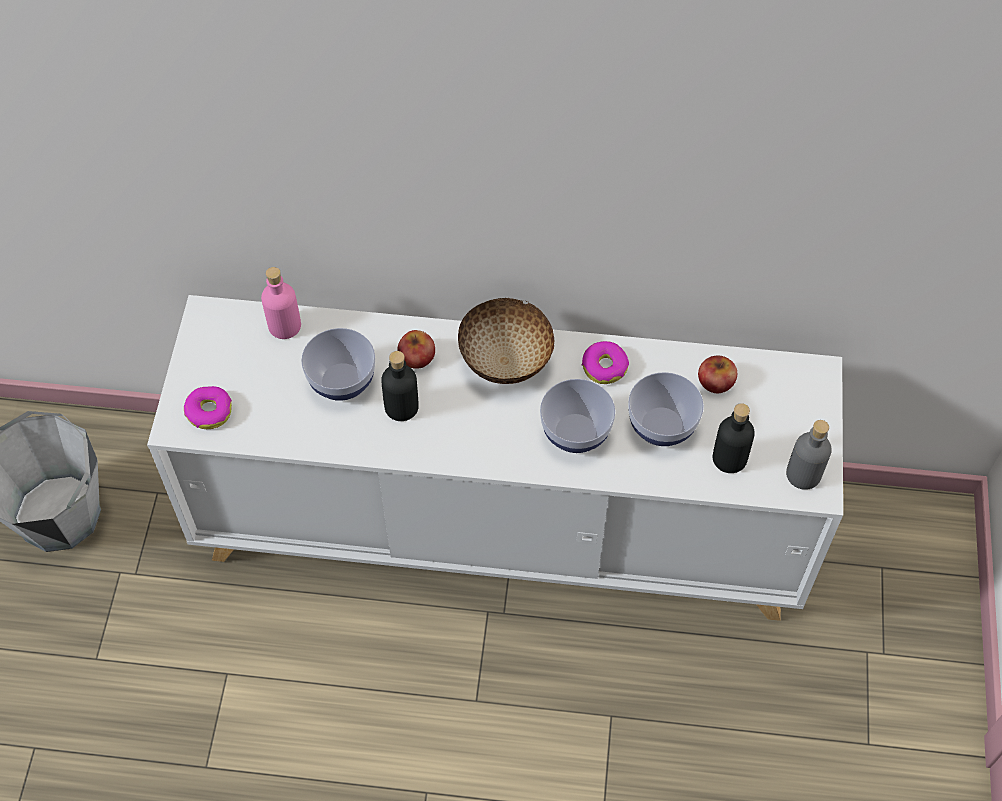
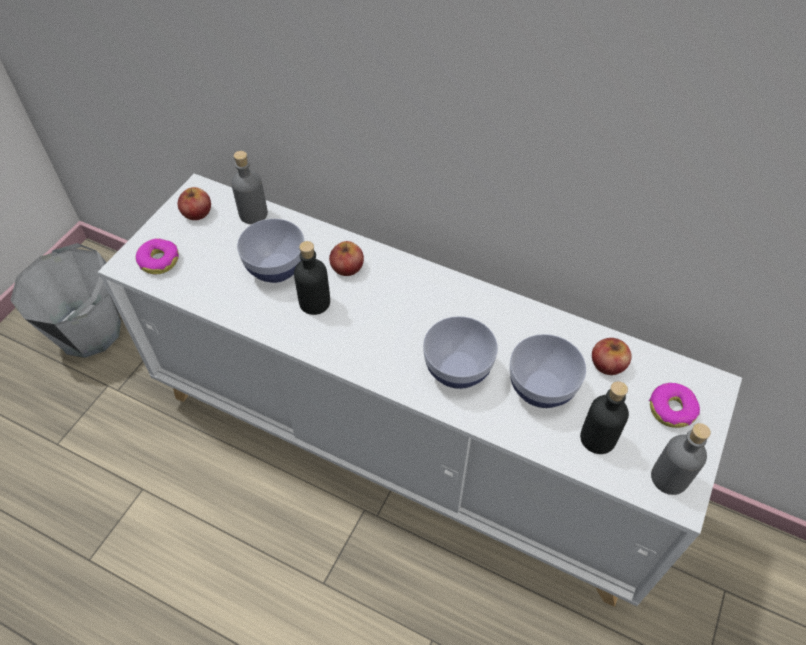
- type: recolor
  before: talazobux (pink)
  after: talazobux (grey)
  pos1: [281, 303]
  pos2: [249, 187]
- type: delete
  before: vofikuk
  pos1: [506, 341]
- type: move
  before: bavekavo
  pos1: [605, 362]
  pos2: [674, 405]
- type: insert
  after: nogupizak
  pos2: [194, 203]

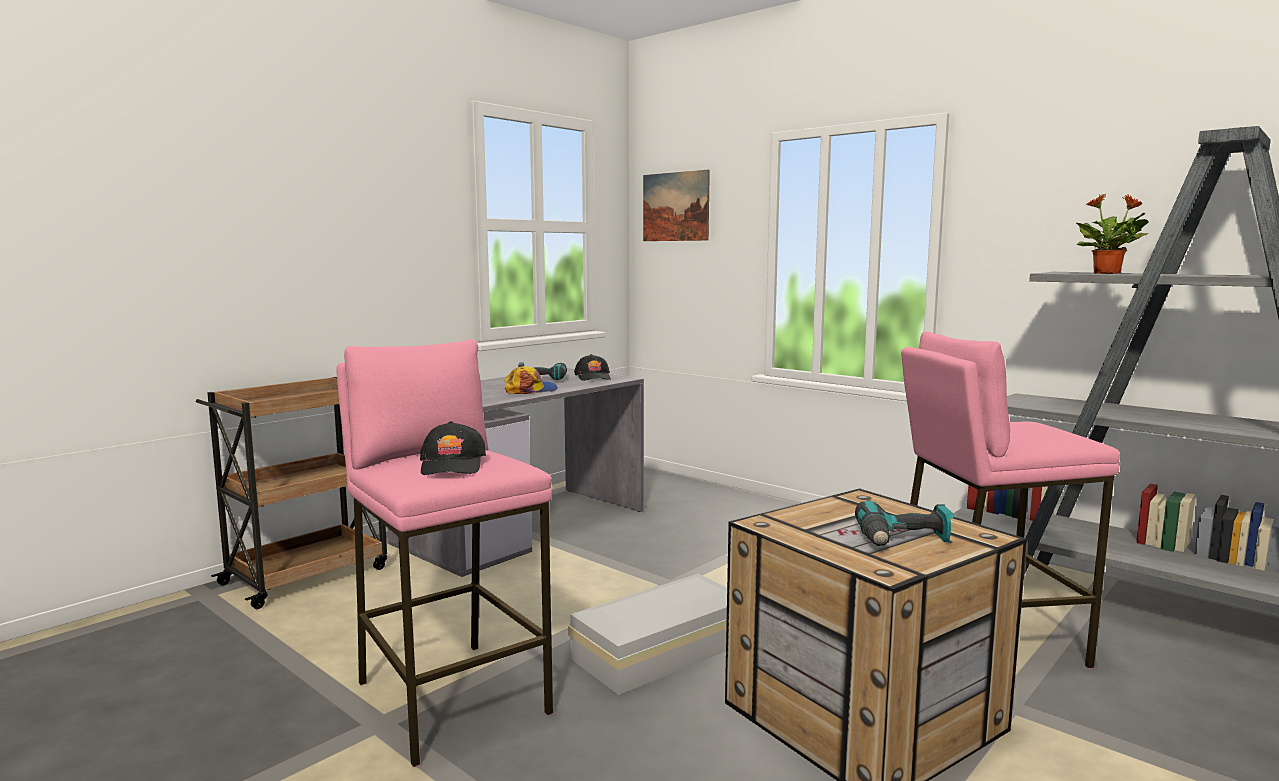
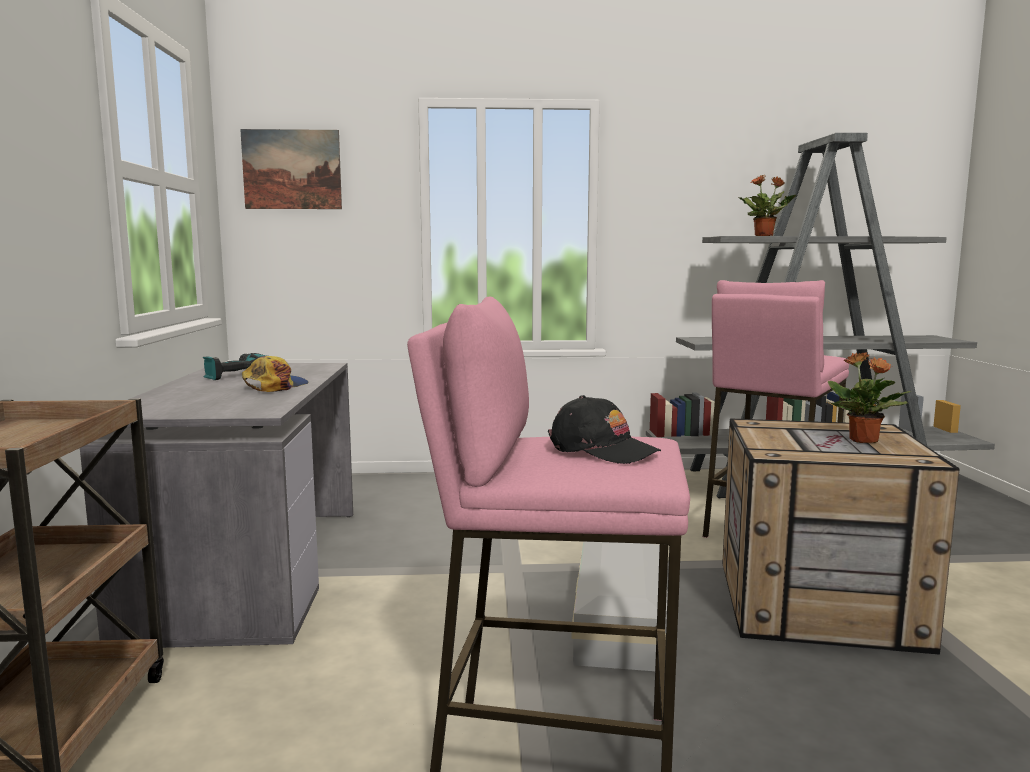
- type: delete
  before: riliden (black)
  pos1: [592, 367]
- type: replace
  before: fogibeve
  after: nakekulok
  pos1: [905, 523]
  pos2: [869, 397]

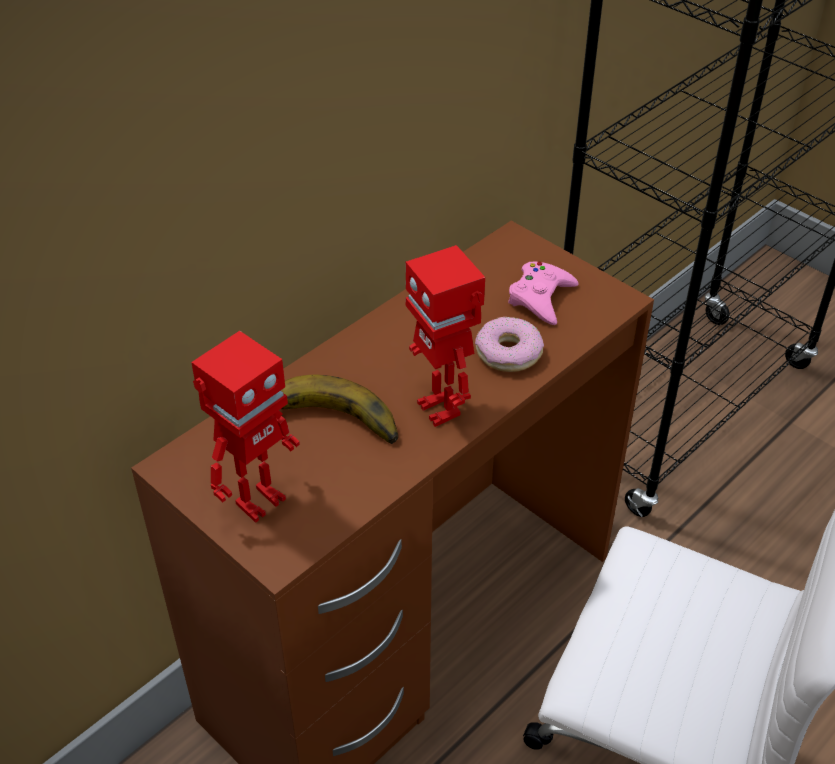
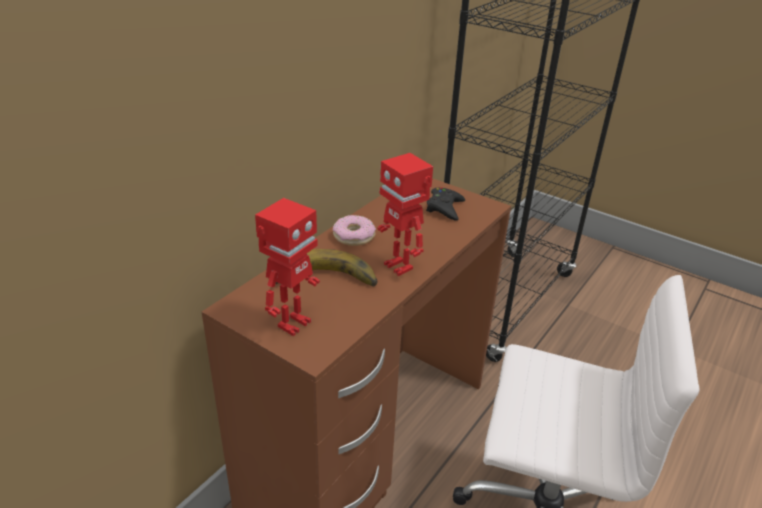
- type: recolor
  before: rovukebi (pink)
  after: rovukebi (black)
  pos1: [543, 293]
  pos2: [445, 204]
- type: move
  before: bavekavo
  pos1: [509, 344]
  pos2: [354, 230]

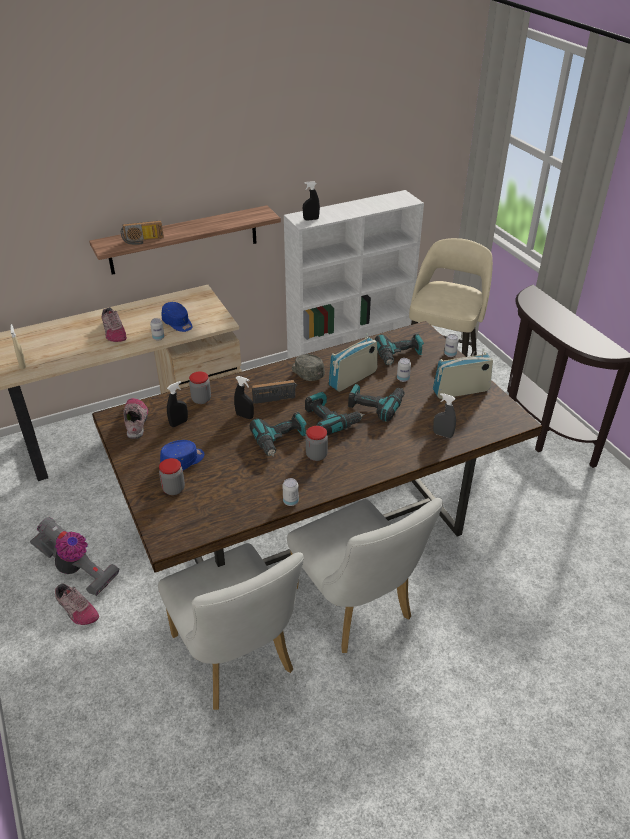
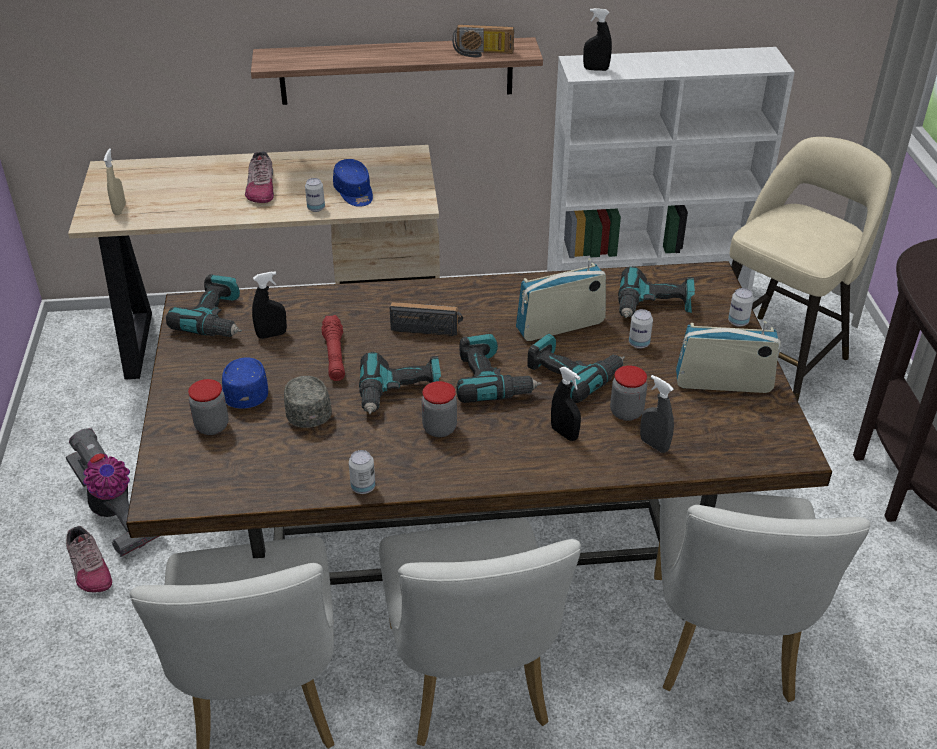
- type: move
  before: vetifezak
  pos1: [142, 232]
  pos2: [483, 40]
- type: move
  before: riliden (grey)
  pos1: [308, 367]
  pos2: [308, 402]
- type: move
  before: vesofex
  pos1: [200, 387]
  pos2: [628, 393]
- type: move
  before: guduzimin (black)
  pos1: [244, 397]
  pos2: [566, 404]
- type: replace
  before: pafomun
  after: fogibeve
  pos1: [136, 418]
  pos2: [204, 305]
- type: rotate
  before: riliden (blue)
  pos1: [182, 455]
  pos2: [245, 383]
  turn: -75
- type: insert
  after: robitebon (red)
  pos2: [333, 348]
- type: insert
  after: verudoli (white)
  pos2: [762, 597]

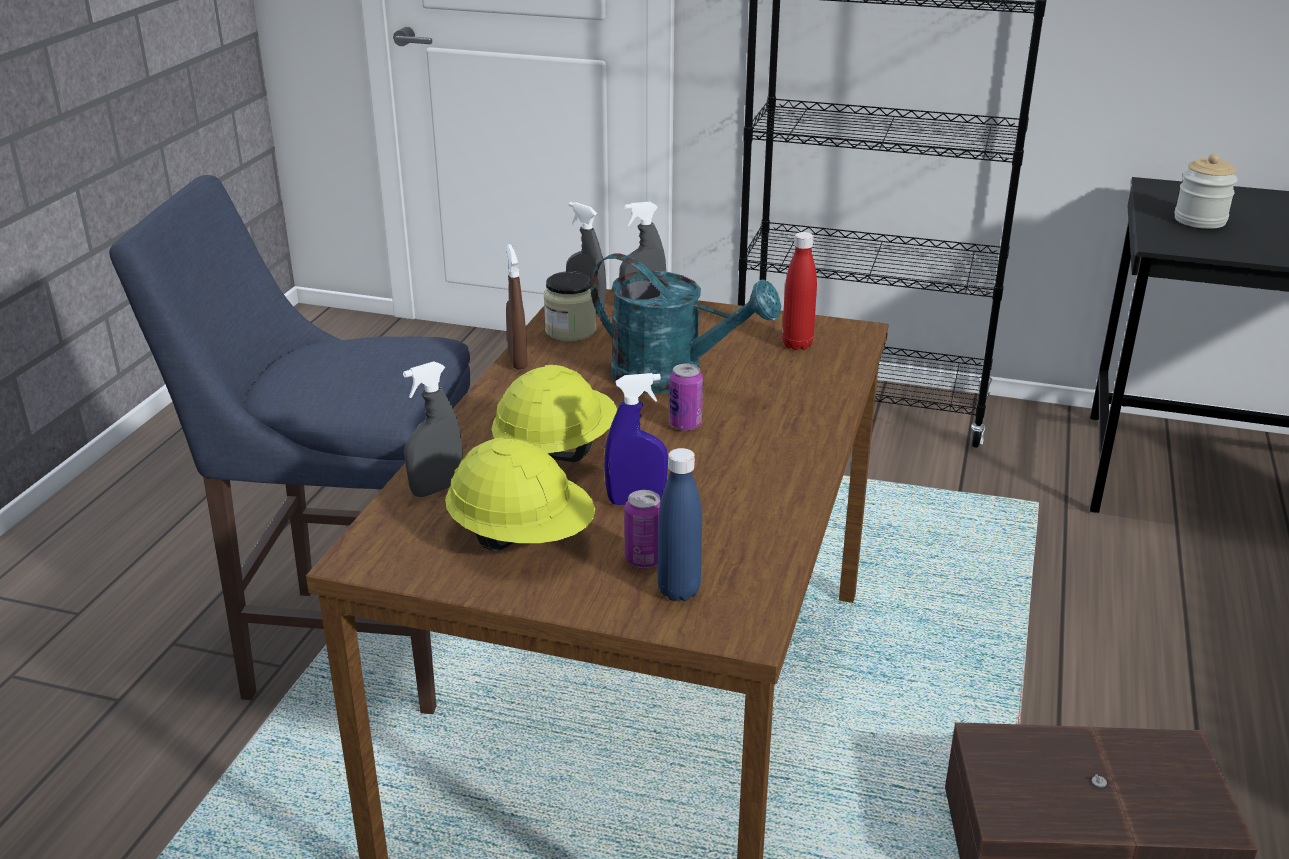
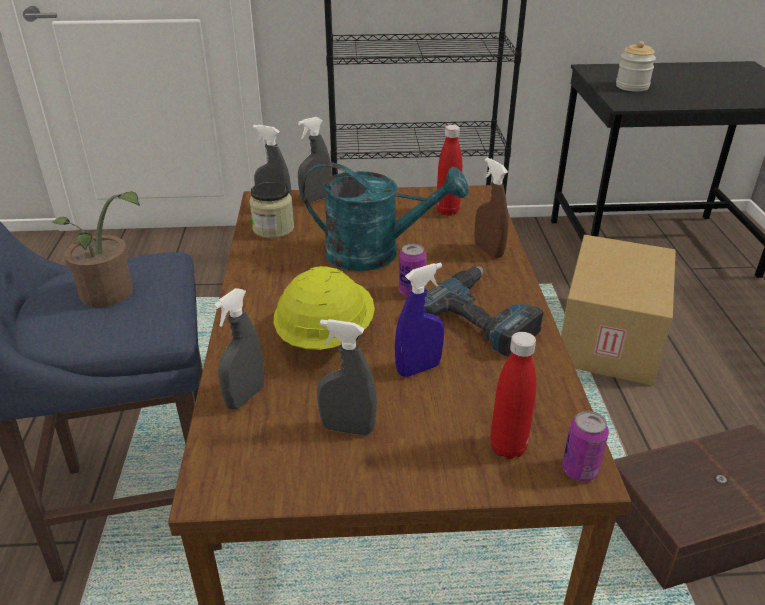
- type: move
  before: guduzimin (brown)
  pos1: [517, 307]
  pos2: [491, 208]
- type: replace
  before: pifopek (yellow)
  after: guduzimin (grey)
  pos1: [520, 494]
  pos2: [347, 377]
- type: recolor
  before: talazobux (blue)
  after: talazobux (red)
  pos1: [680, 524]
  pos2: [513, 395]
- type: move
  before: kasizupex
  pos1: [642, 529]
  pos2: [585, 446]
- type: insert
  after: nakekulok
  pos2: [96, 249]
- type: insert
  after: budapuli
  pos2: [618, 310]
- type: insert
  after: fogibeve
  pos2: [484, 311]

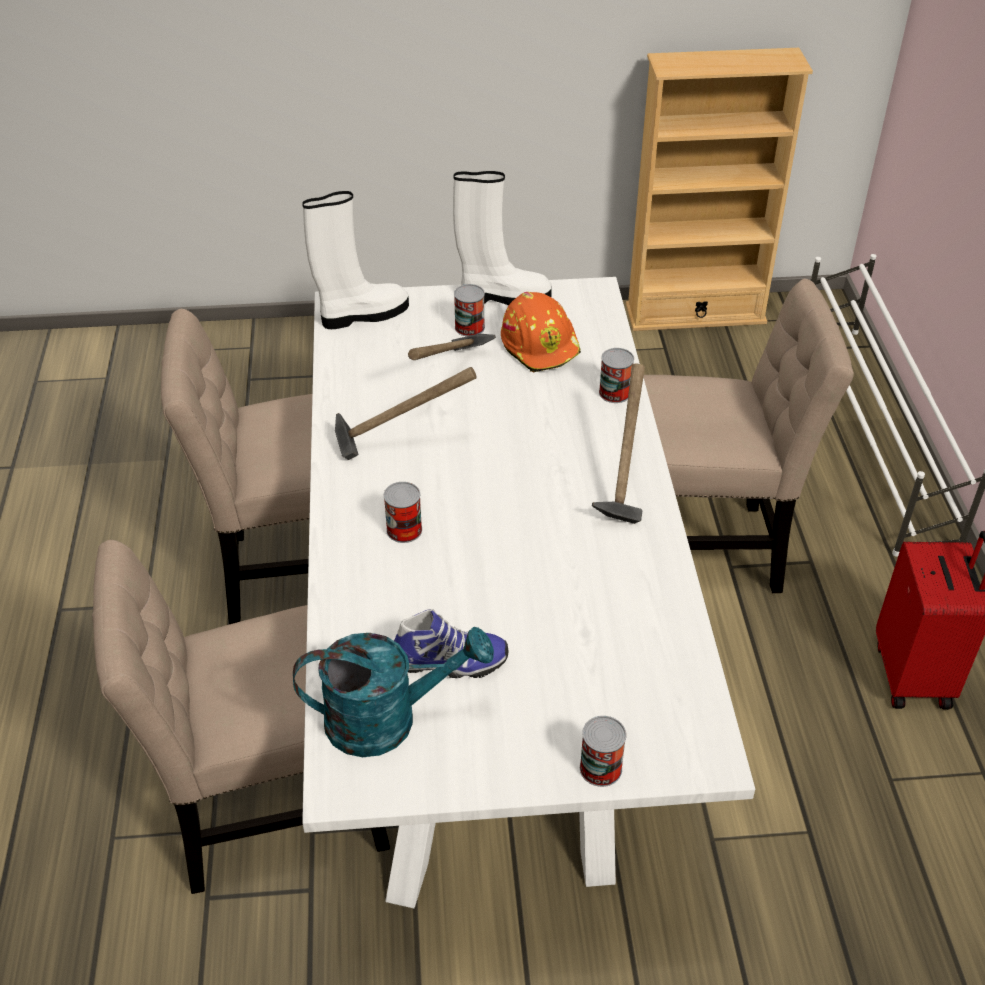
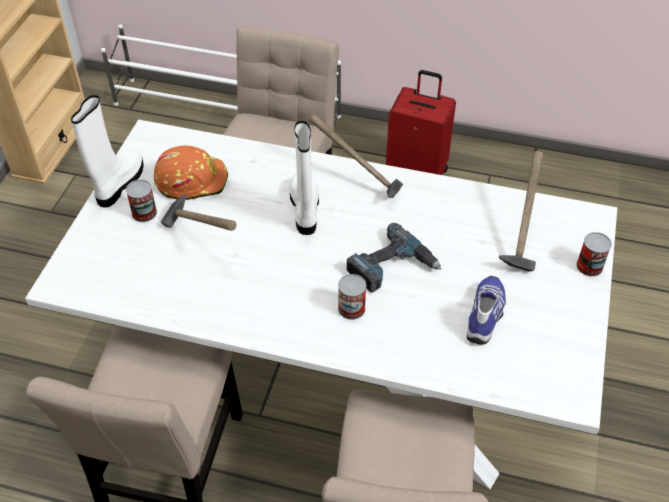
- type: move
  before: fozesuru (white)
  pos1: [355, 260]
  pos2: [304, 178]
- type: delete
  before: kasizupex
  pos1: [616, 375]
- type: move
  before: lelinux
  pos1: [406, 413]
  pos2: [521, 211]
- type: delete
  before: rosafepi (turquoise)
  pos1: [393, 692]
- type: insert
  after: fogibeve
  pos2: [394, 258]

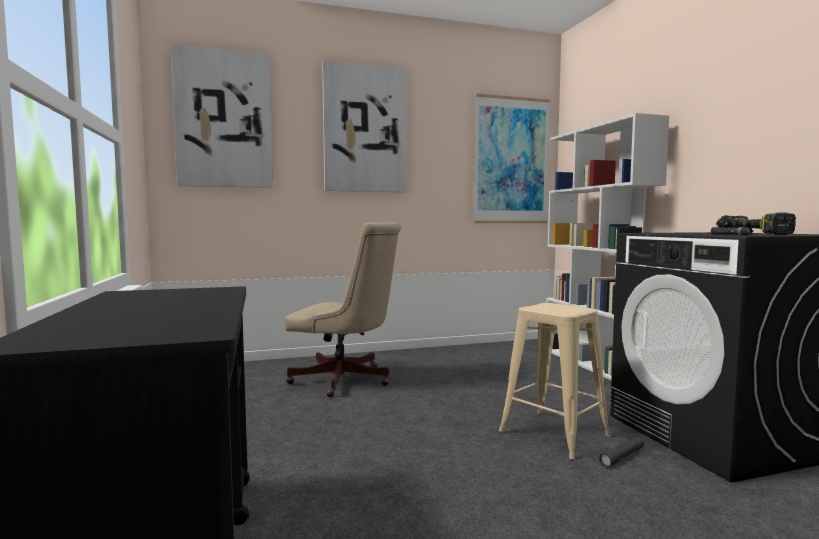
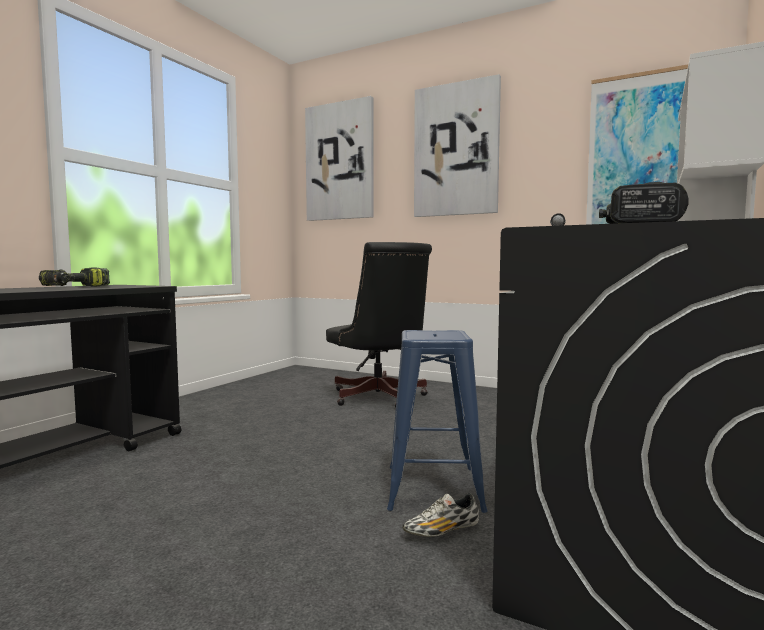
- type: recolor
  before: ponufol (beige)
  after: ponufol (black)
  pos1: [343, 309]
  pos2: [379, 325]
- type: recolor
  before: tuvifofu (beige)
  after: tuvifofu (blue)
  pos1: [555, 381]
  pos2: [437, 421]
- type: replace
  before: robitebon (grey)
  after: pafomun
  pos1: [621, 452]
  pos2: [440, 515]
- type: insert
  after: fogibeve
  pos2: [74, 277]

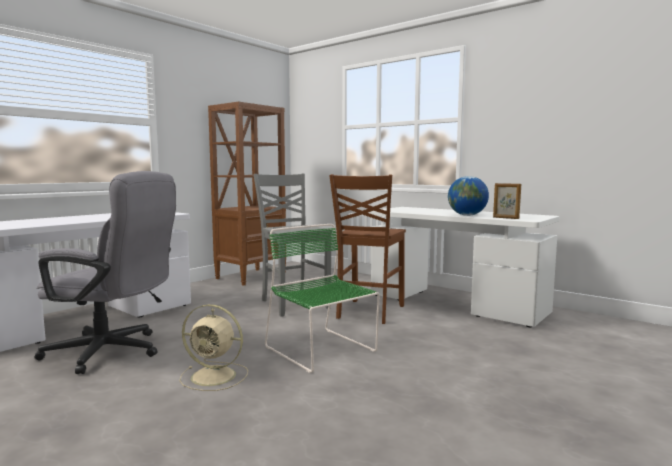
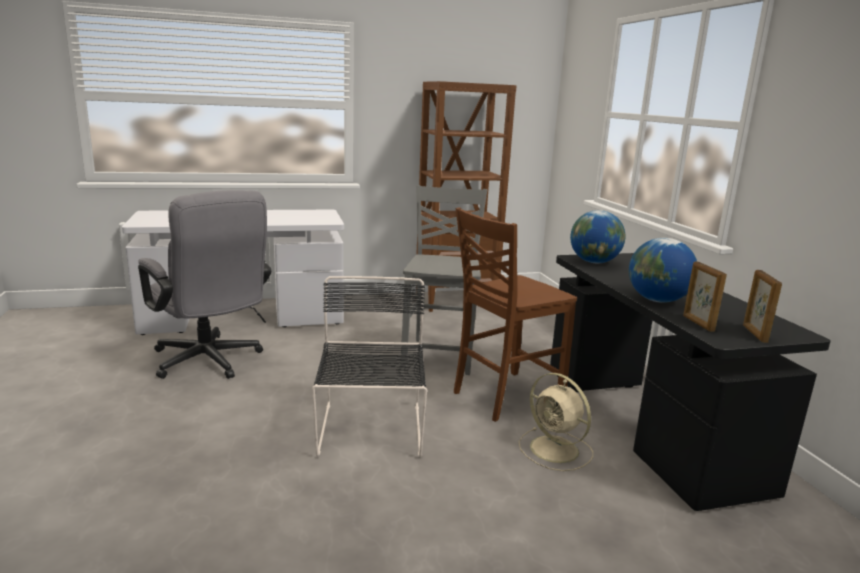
- type: recolor
  before: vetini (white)
  after: vetini (black)
  pos1: [464, 267]
  pos2: [690, 382]
- type: recolor
  before: verudoli (green)
  after: verudoli (black)
  pos1: [322, 298]
  pos2: [369, 366]
- type: move
  before: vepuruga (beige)
  pos1: [213, 347]
  pos2: [556, 422]
- type: insert
  after: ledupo
  pos2: [597, 236]
- type: insert
  after: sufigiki
  pos2: [762, 306]

